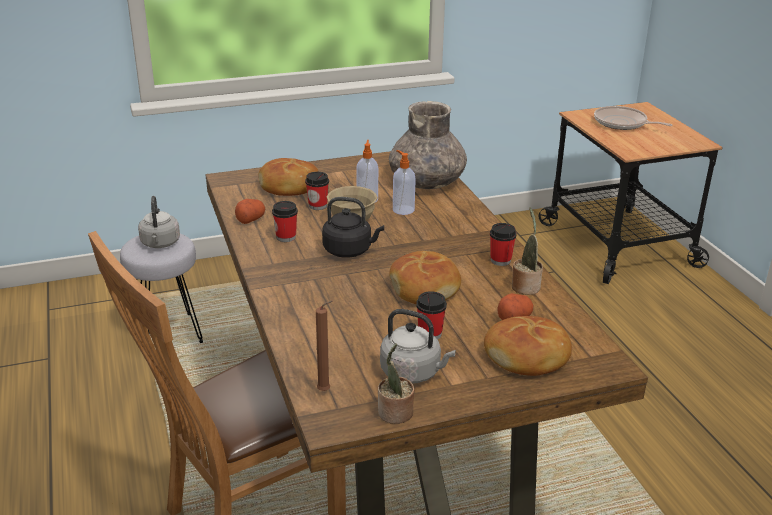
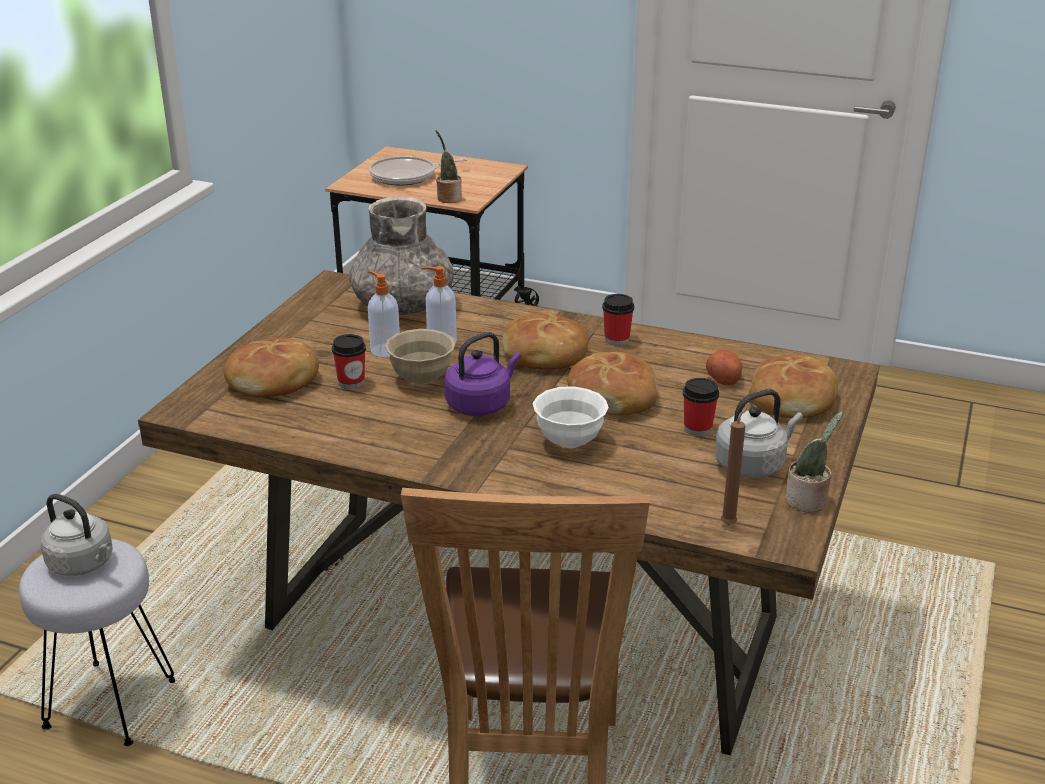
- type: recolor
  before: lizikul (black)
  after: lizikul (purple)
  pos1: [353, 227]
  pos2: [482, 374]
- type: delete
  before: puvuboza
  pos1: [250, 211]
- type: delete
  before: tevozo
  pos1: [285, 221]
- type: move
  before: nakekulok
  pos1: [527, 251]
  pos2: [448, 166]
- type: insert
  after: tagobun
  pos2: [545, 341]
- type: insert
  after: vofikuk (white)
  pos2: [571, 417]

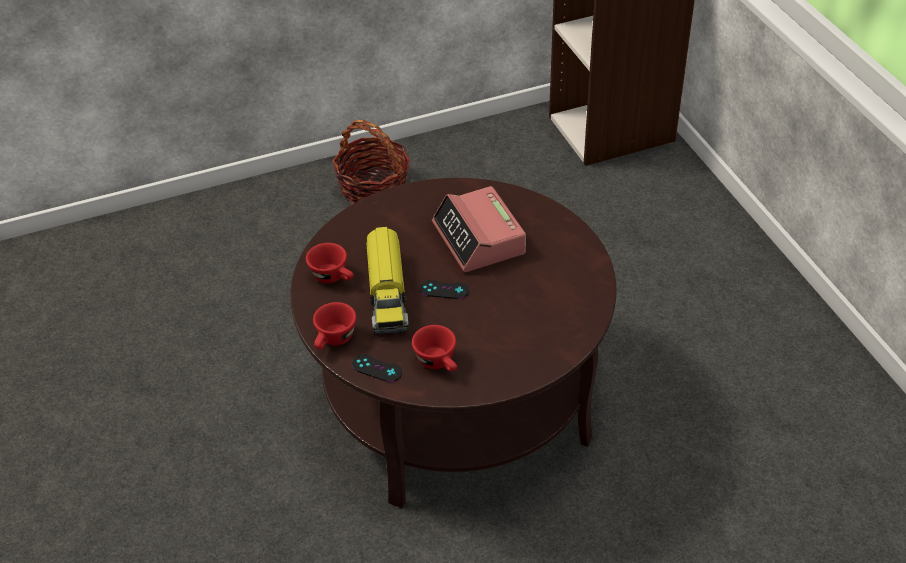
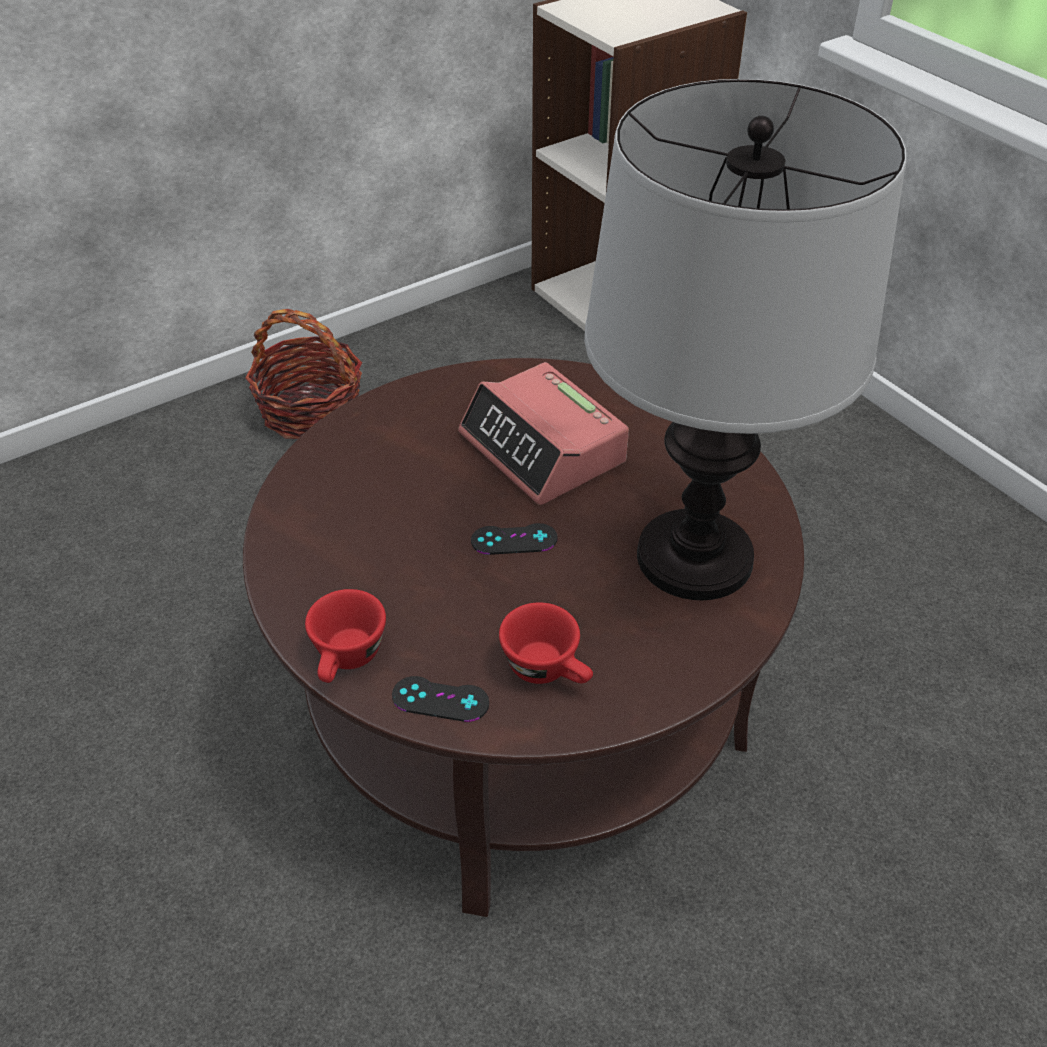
- type: delete
  before: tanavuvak
  pos1: [387, 280]
- type: delete
  before: tevozo (red)
  pos1: [330, 263]
- type: insert
  after: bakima
  pos2: [745, 339]

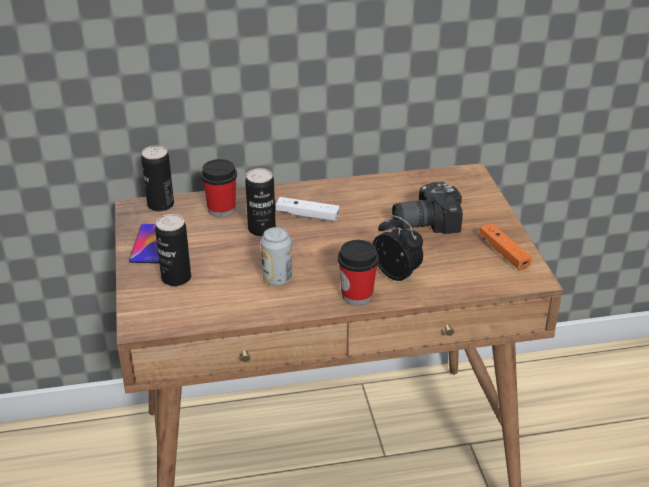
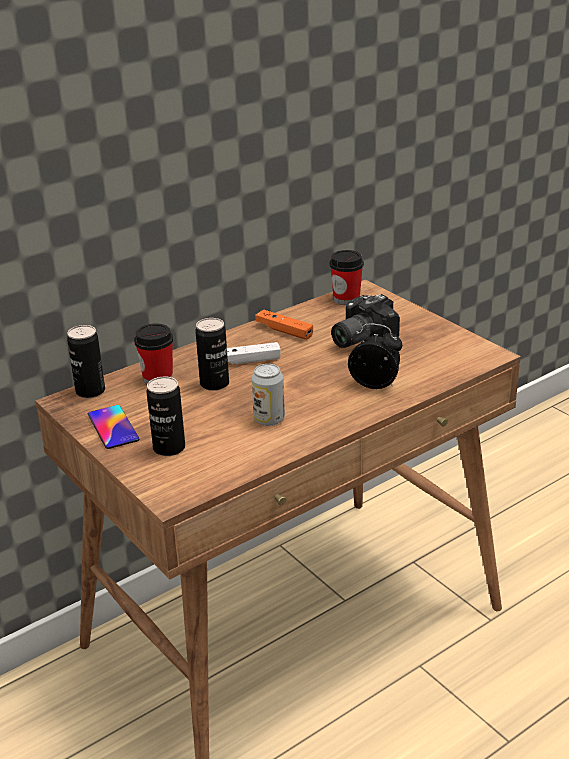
- type: move
  before: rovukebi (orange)
  pos1: [505, 246]
  pos2: [284, 325]
- type: move
  before: tevozo
  pos1: [358, 272]
  pos2: [347, 277]

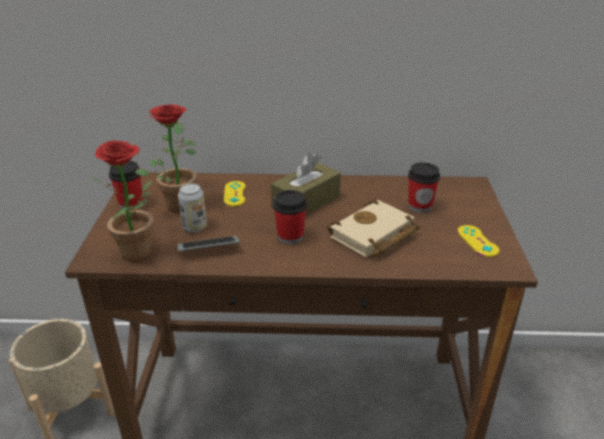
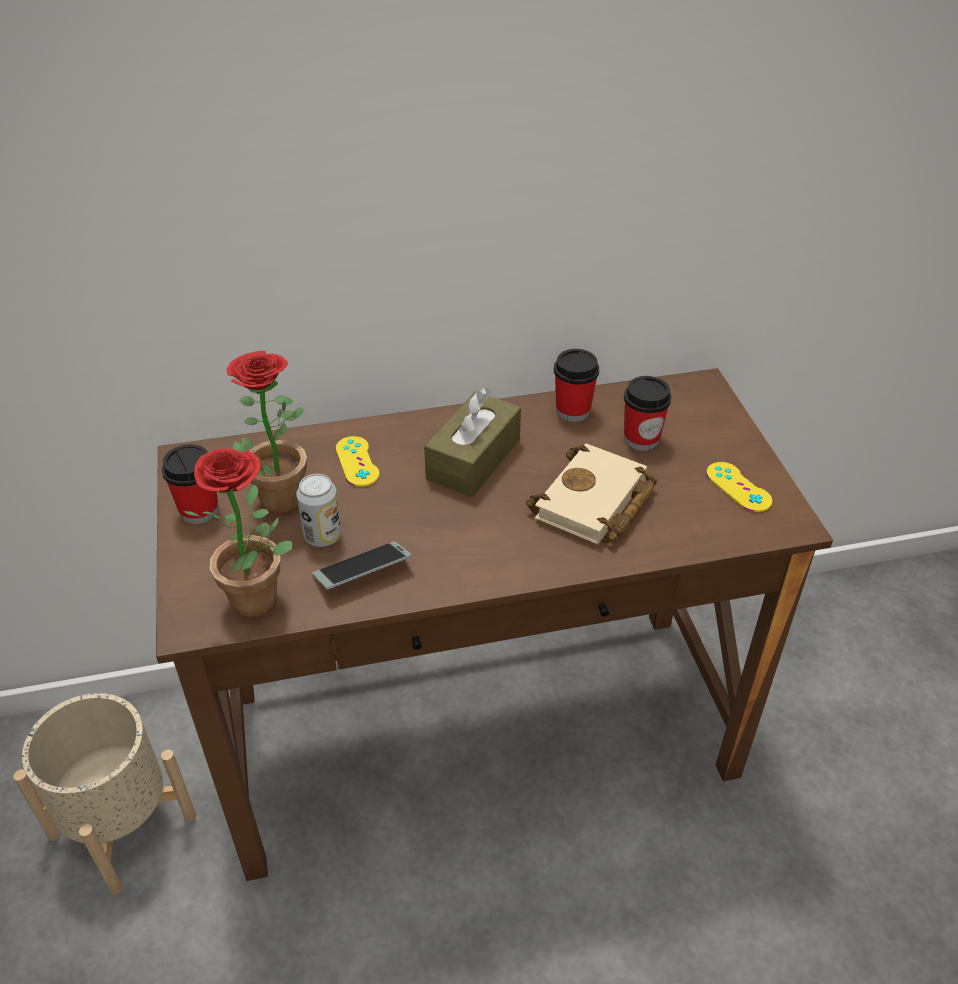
- type: move
  before: tevozo
  pos1: [290, 217]
  pos2: [576, 385]

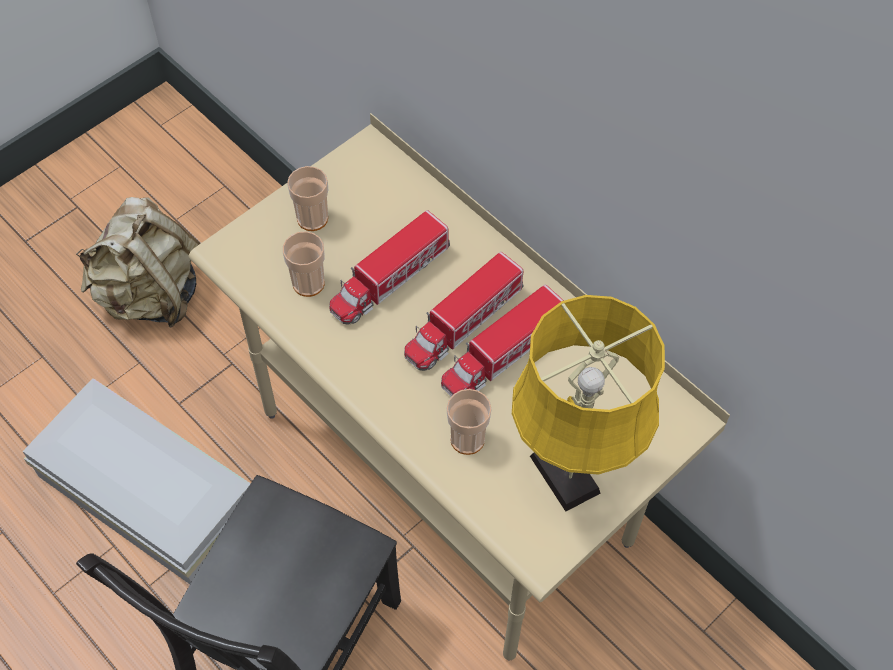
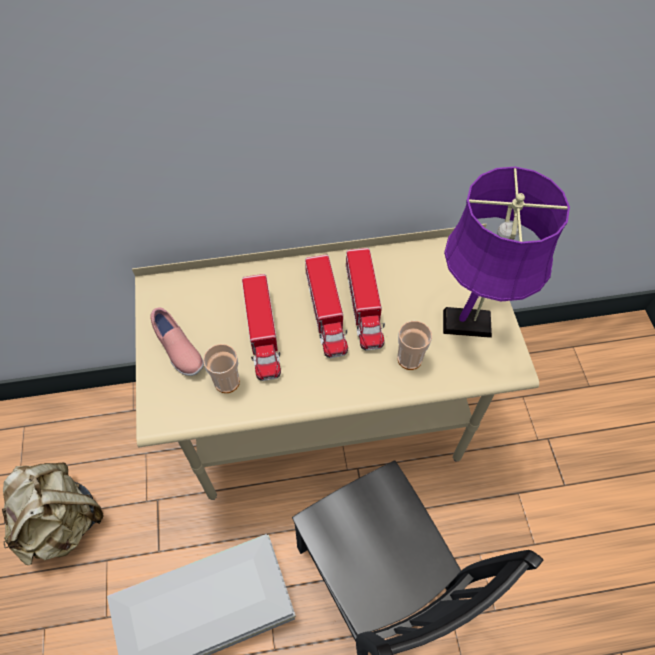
- type: replace
  before: tevozo
  after: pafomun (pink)
  pos1: [307, 198]
  pos2: [177, 342]
- type: recolor
  before: bakima (yellow)
  after: bakima (purple)
  pos1: [588, 403]
  pos2: [506, 252]

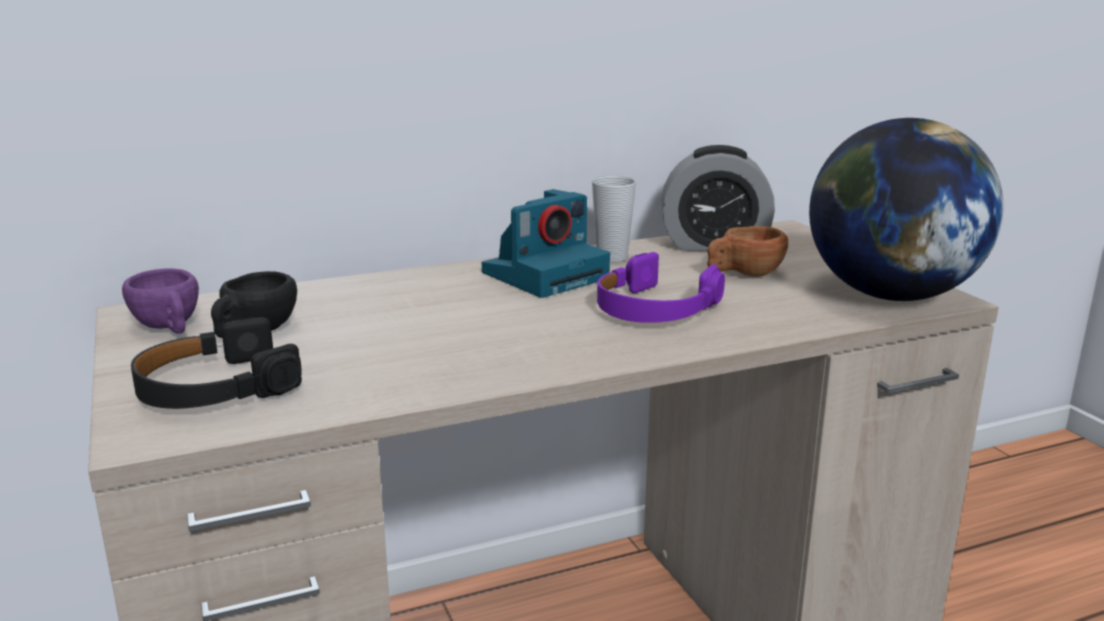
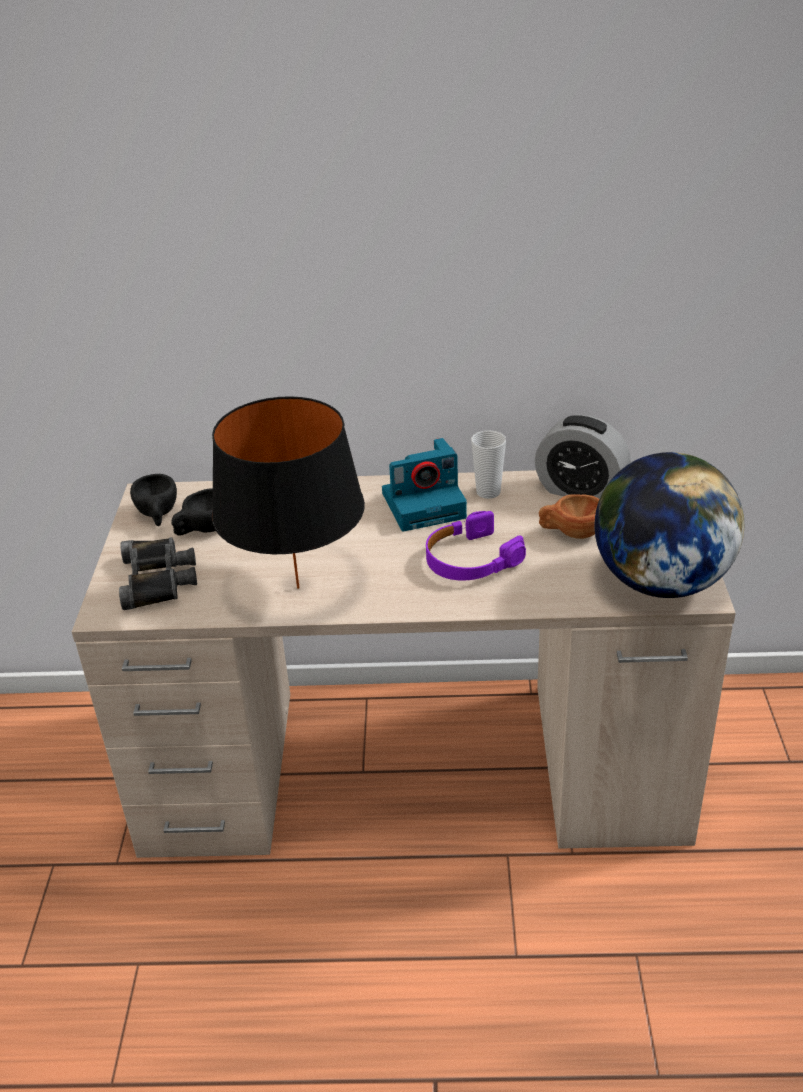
- type: recolor
  before: tevozo (purple)
  after: tevozo (black)
  pos1: [160, 301]
  pos2: [153, 500]
- type: replace
  before: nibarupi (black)
  after: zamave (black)
  pos1: [216, 363]
  pos2: [158, 573]
- type: insert
  after: bakima (black)
  pos2: [288, 492]

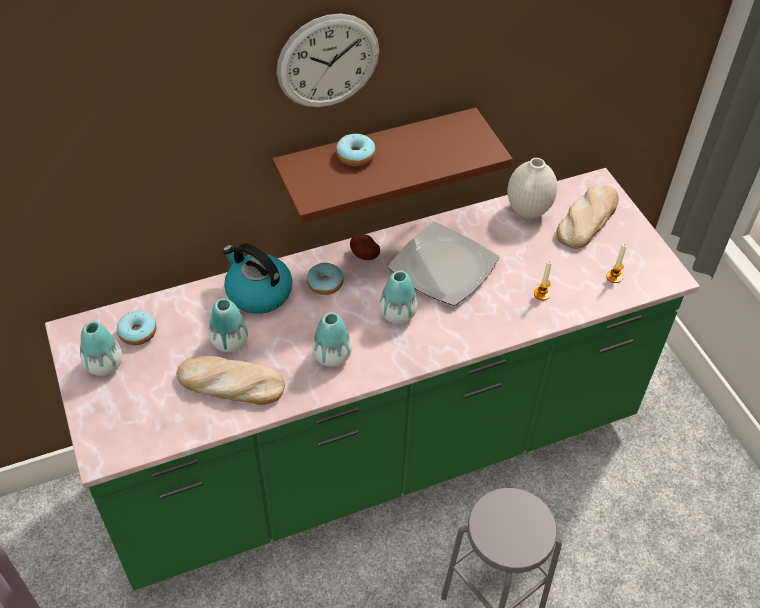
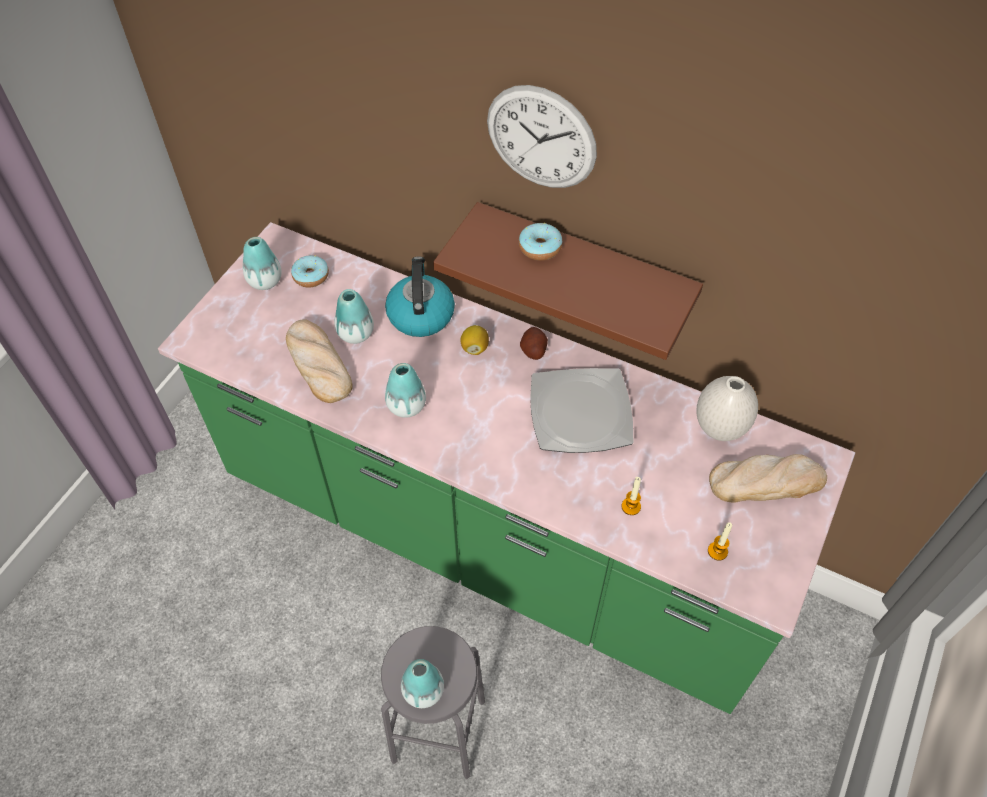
- type: replace
  before: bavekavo
  after: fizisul
  pos1: [325, 279]
  pos2: [474, 340]
- type: move
  before: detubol
  pos1: [398, 297]
  pos2: [422, 683]

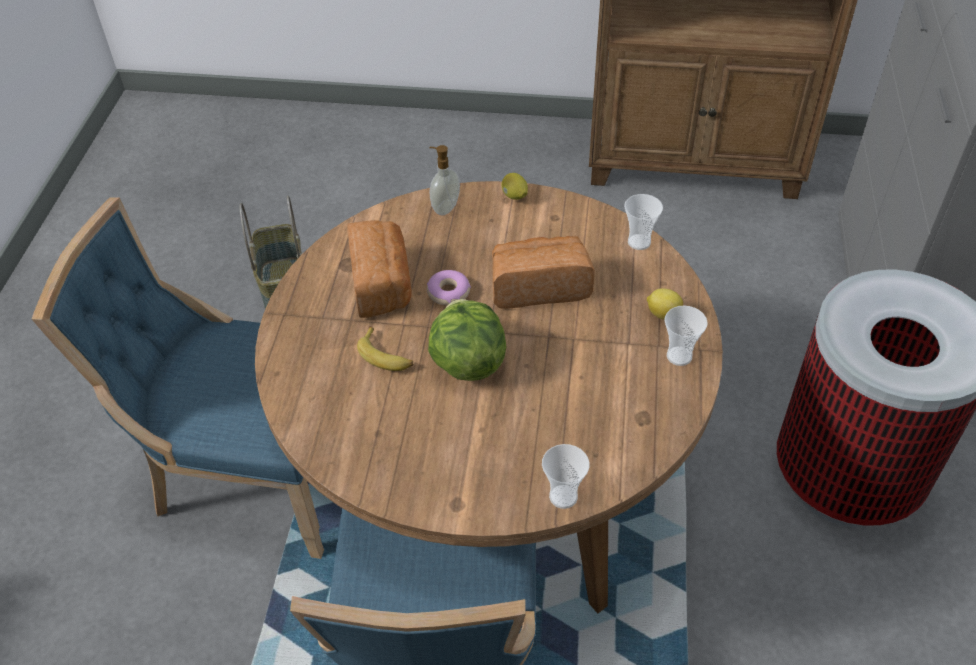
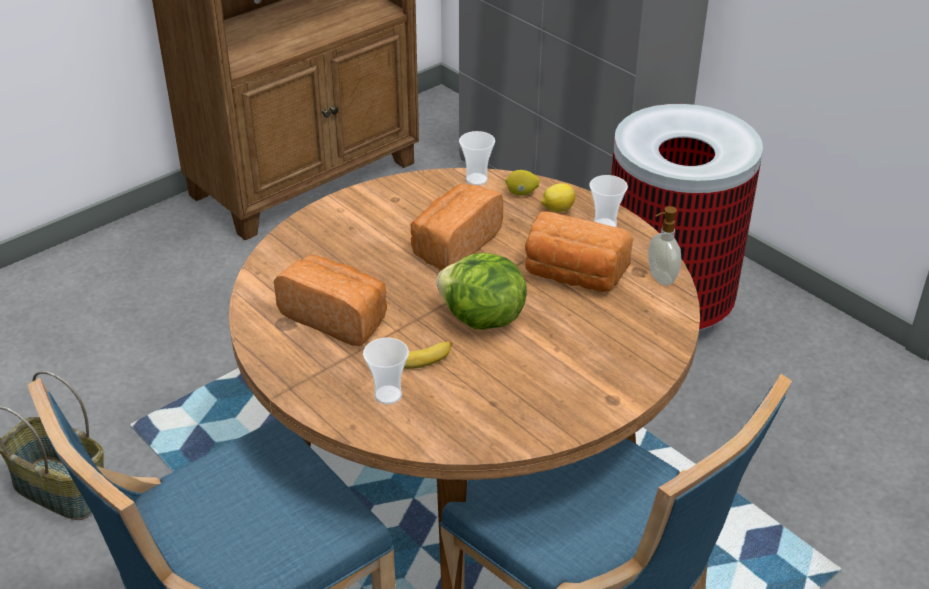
- type: move
  before: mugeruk
  pos1: [444, 180]
  pos2: [664, 246]
- type: move
  before: fizisul
  pos1: [515, 186]
  pos2: [522, 183]
- type: delete
  before: bavekavo
  pos1: [449, 288]
- type: move
  before: tevozo
  pos1: [566, 476]
  pos2: [386, 371]
- type: insert
  after: tagobun
  pos2: [579, 252]

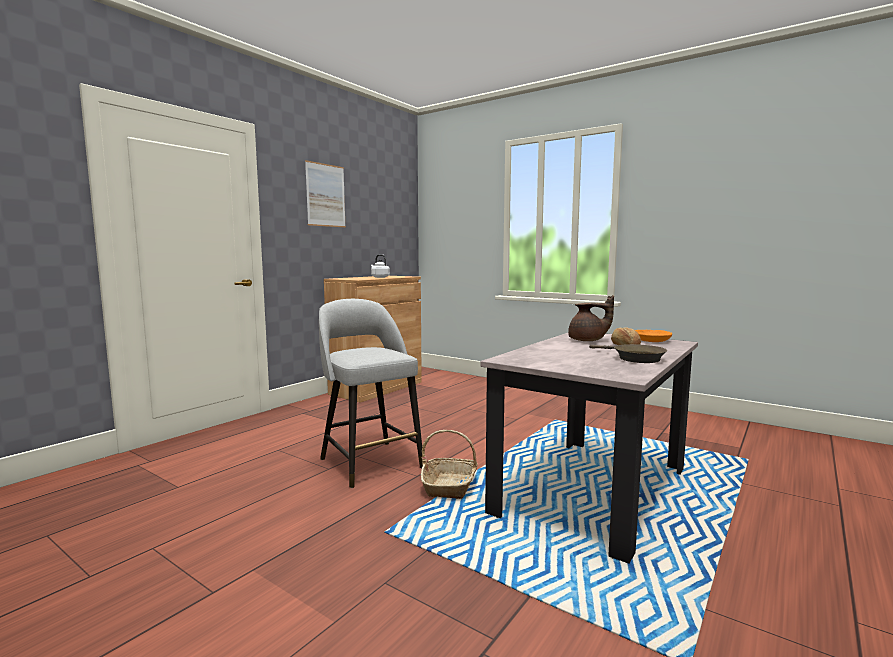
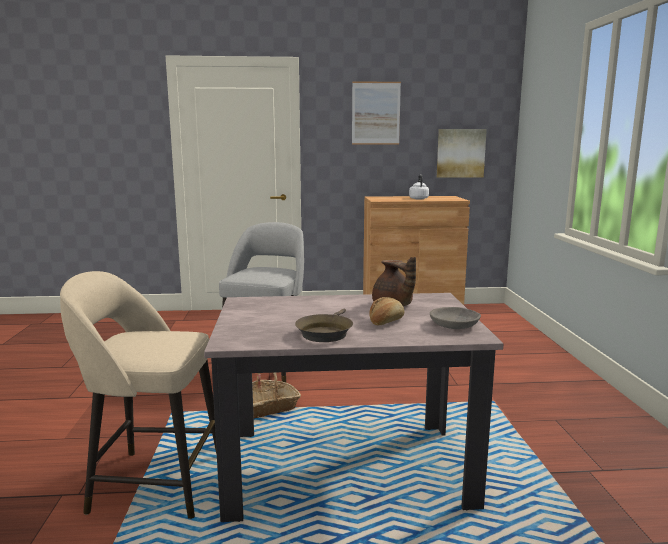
- type: recolor
  before: vofikuk (orange)
  after: vofikuk (grey)
  pos1: [653, 336]
  pos2: [455, 318]
- type: insert
  after: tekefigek
  pos2: [462, 153]
- type: insert
  after: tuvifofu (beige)
  pos2: [138, 395]

